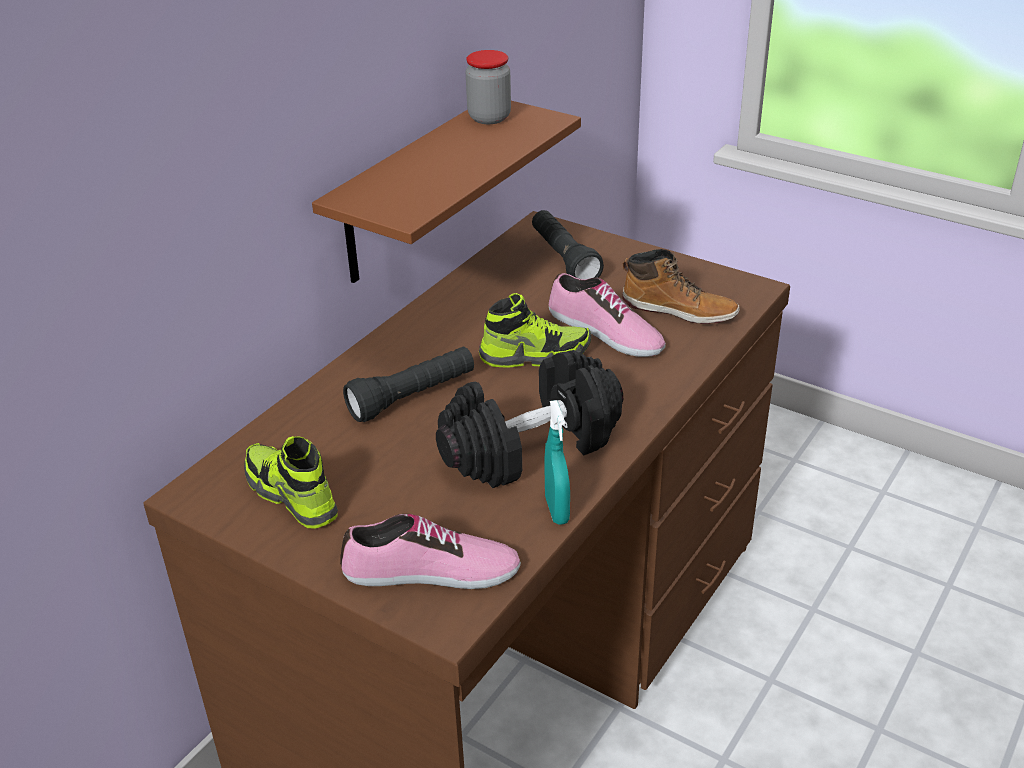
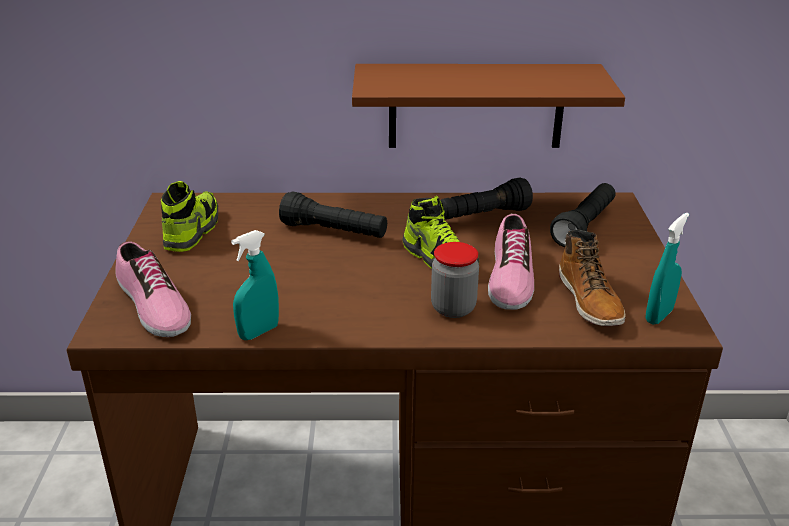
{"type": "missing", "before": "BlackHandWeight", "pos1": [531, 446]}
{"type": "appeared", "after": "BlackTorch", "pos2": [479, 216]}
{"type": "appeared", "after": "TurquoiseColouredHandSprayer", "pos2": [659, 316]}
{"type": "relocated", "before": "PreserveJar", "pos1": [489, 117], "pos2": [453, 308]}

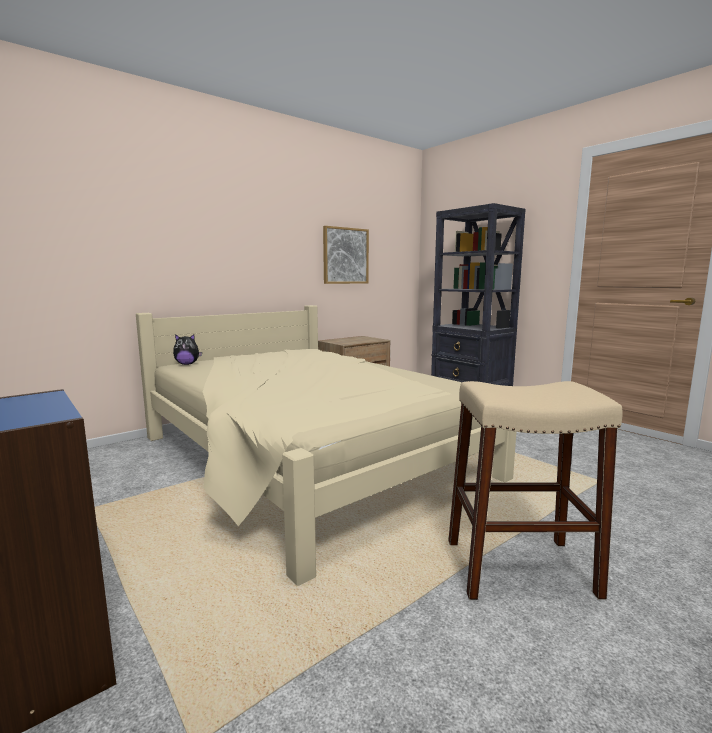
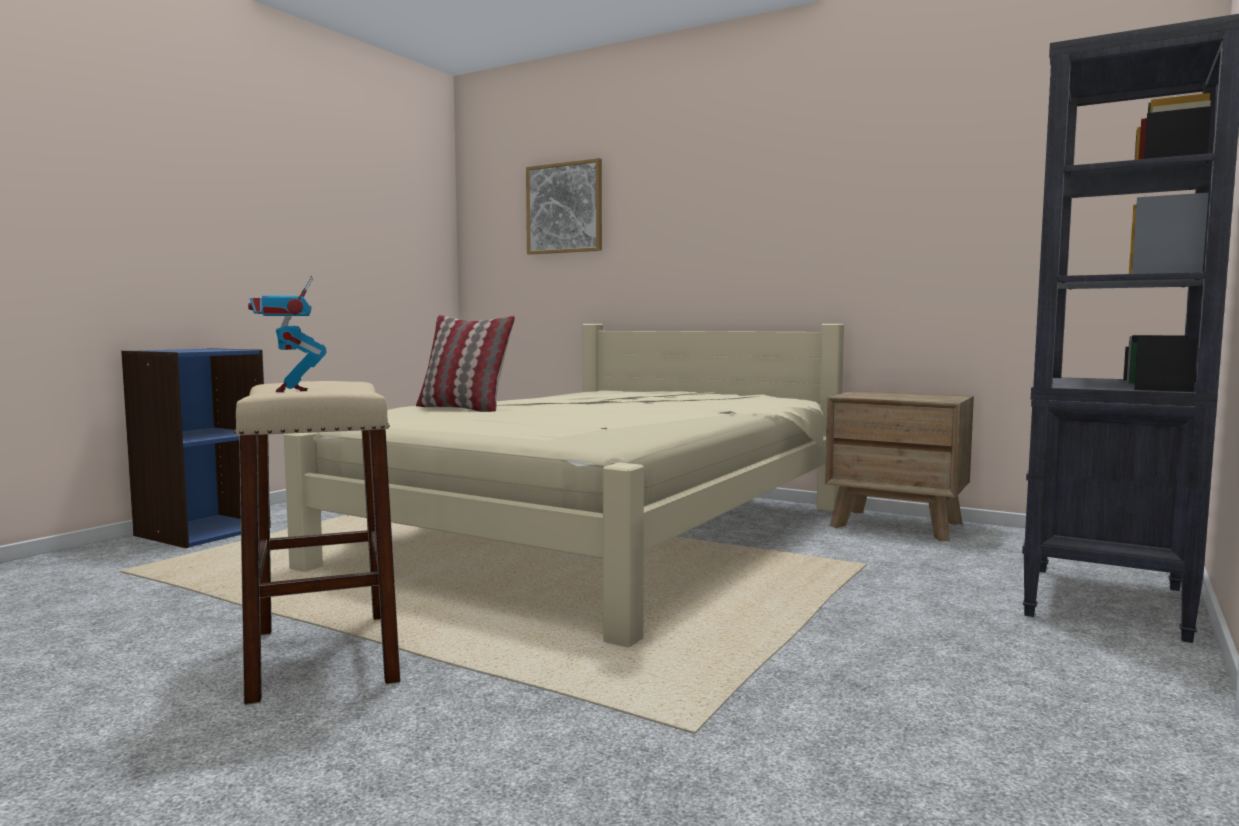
{"type": "missing", "before": "SoftToy", "pos1": [187, 364]}
{"type": "appeared", "after": "ToyRobot", "pos2": [291, 390]}
{"type": "appeared", "after": "ThrowPillow", "pos2": [463, 409]}
{"type": "relocated", "before": "Picture", "pos1": [345, 256], "pos2": [564, 208]}

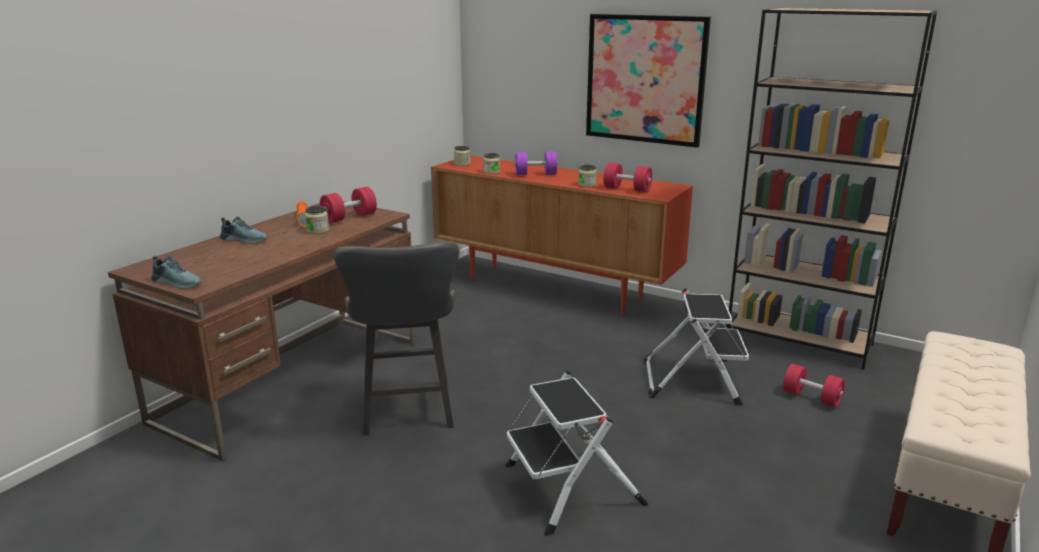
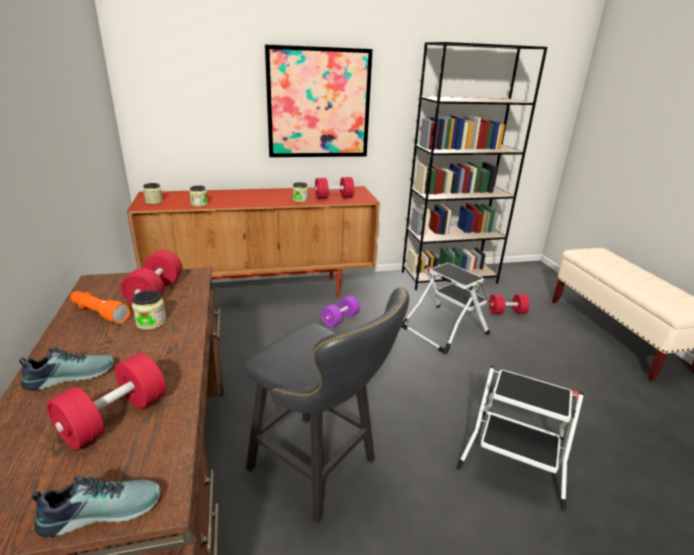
{"type": "appeared", "after": "ReddishHandWeight", "pos2": [114, 418]}
{"type": "relocated", "before": "PurpleColouredHandWeight", "pos1": [535, 174], "pos2": [340, 319]}

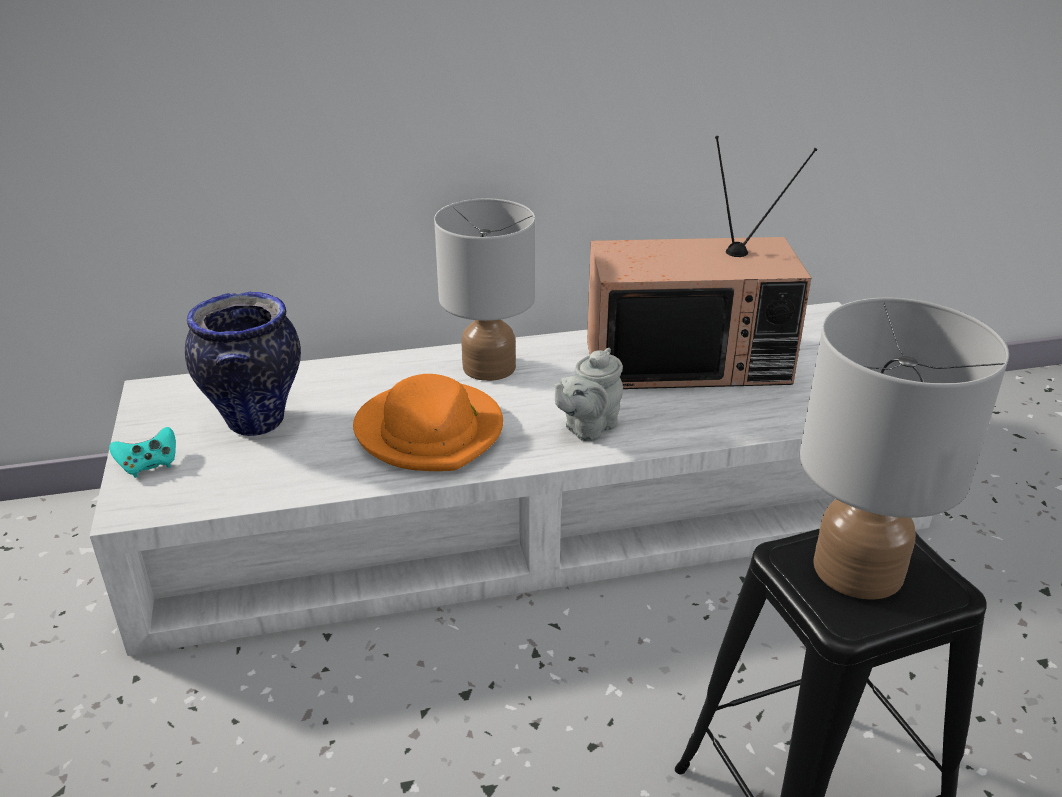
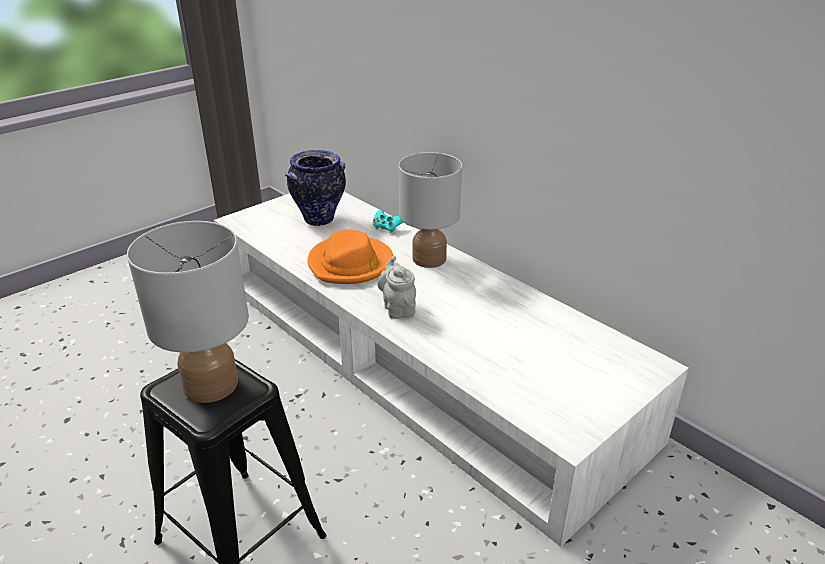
{"type": "missing", "before": "Tv", "pos1": [688, 361]}
{"type": "relocated", "before": "TurquoiseColouredGamepad", "pos1": [149, 465], "pos2": [387, 228]}
{"type": "spun", "before": "GrayPotForTea", "pos1": [587, 428], "pos2": [398, 308], "turn": 60}

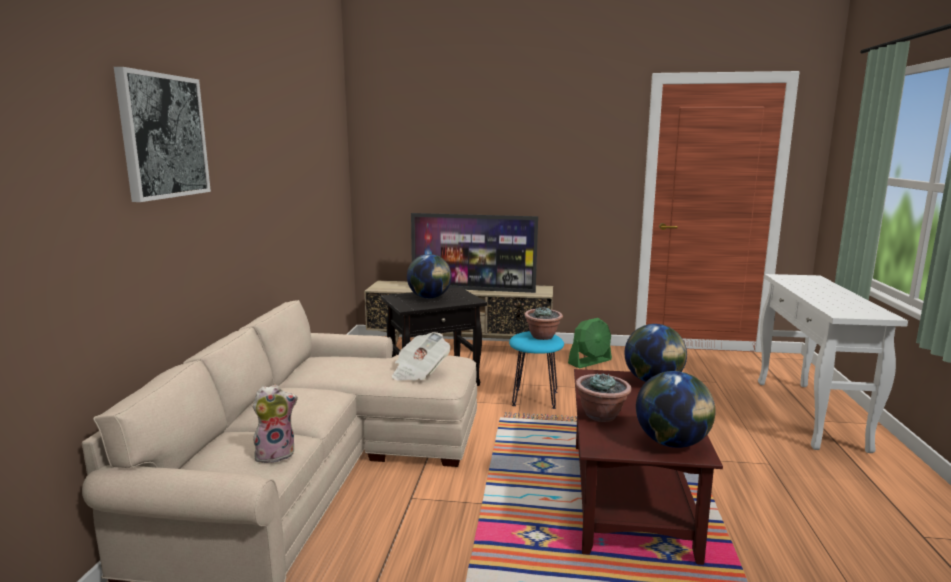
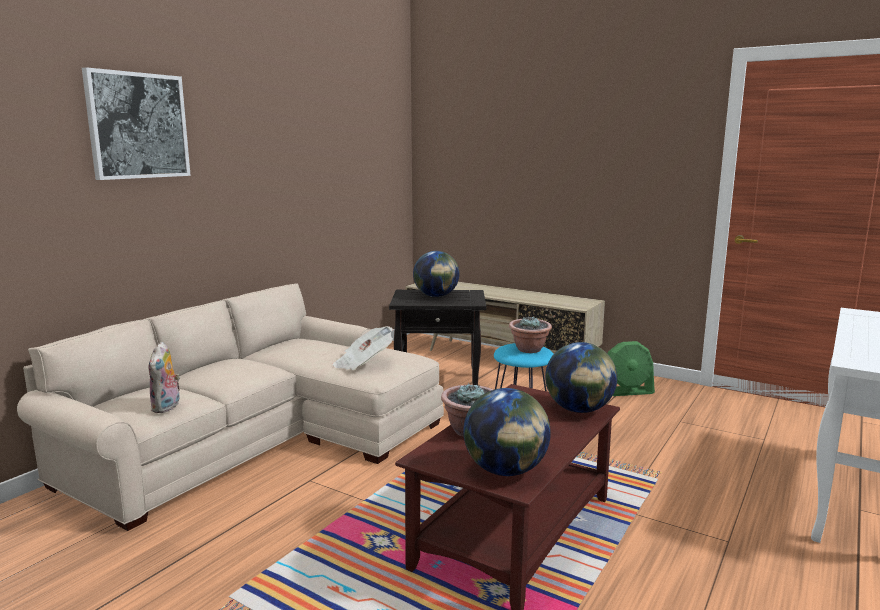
{"type": "missing", "before": "Tv", "pos1": [473, 290]}
{"type": "spun", "before": "SoftToy", "pos1": [276, 454], "pos2": [167, 407], "turn": 90}

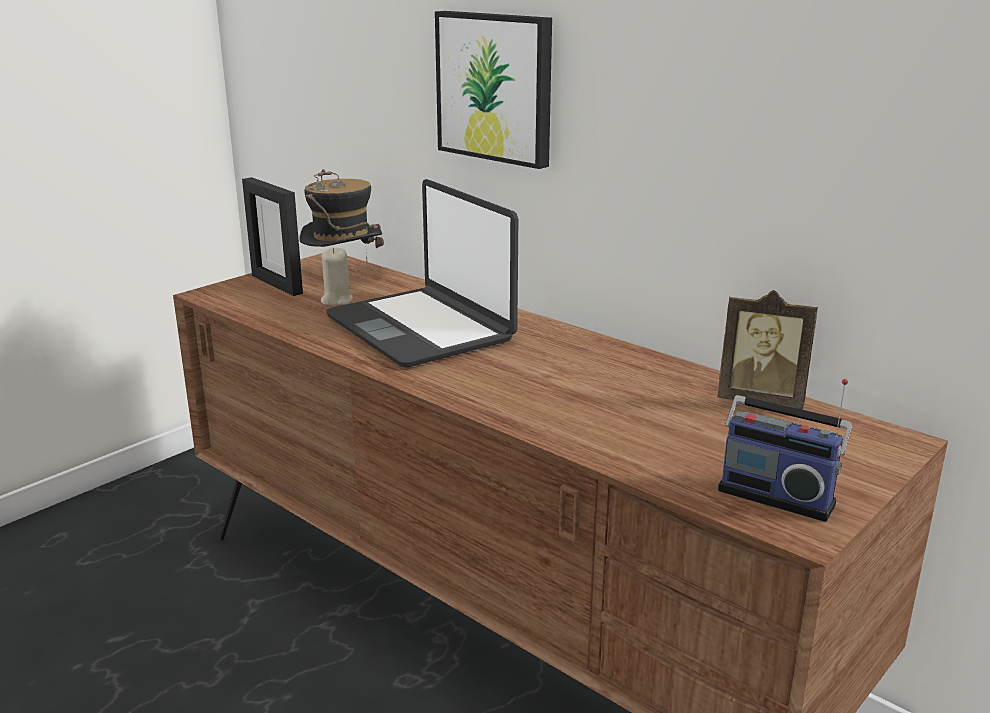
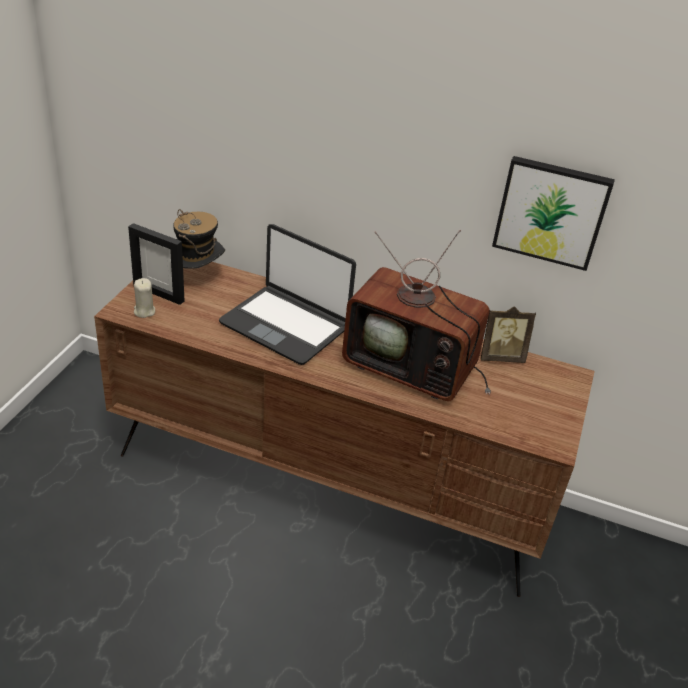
{"type": "missing", "before": "RadioSet", "pos1": [777, 495]}
{"type": "appeared", "after": "Tv", "pos2": [414, 368]}
{"type": "relocated", "before": "SandColouredWaxCandle", "pos1": [336, 301], "pos2": [144, 311]}
{"type": "relocated", "before": "Picture", "pos1": [496, 87], "pos2": [551, 212]}

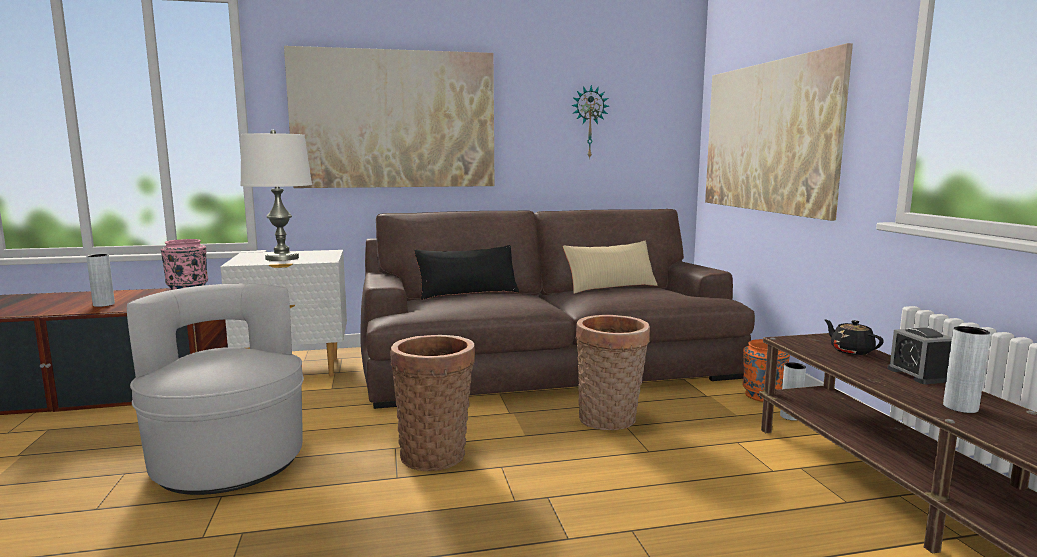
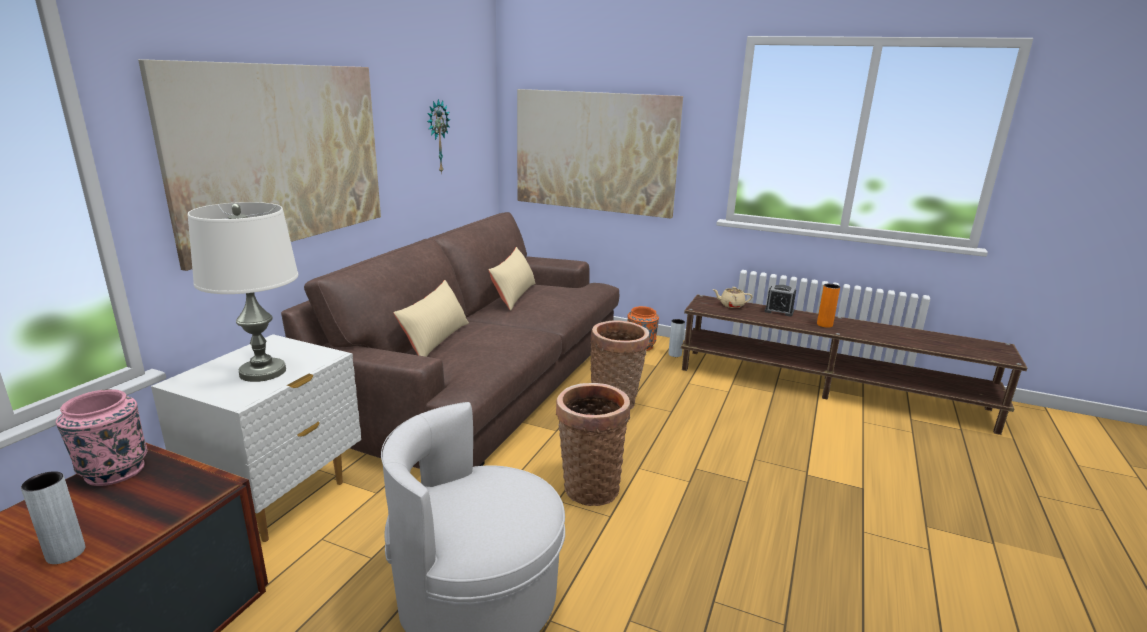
{"type": "colour", "before": "BlackThrowPillow", "after": "SandColouredThrowPillow", "pos1": [467, 293], "pos2": [435, 340]}
{"type": "colour", "before": "BlackPotForTea", "after": "SandColouredPotForTea", "pos1": [851, 350], "pos2": [731, 305]}
{"type": "colour", "before": "GrayDecorativeVase", "after": "OrangeDecorativeVase", "pos1": [960, 407], "pos2": [824, 324]}

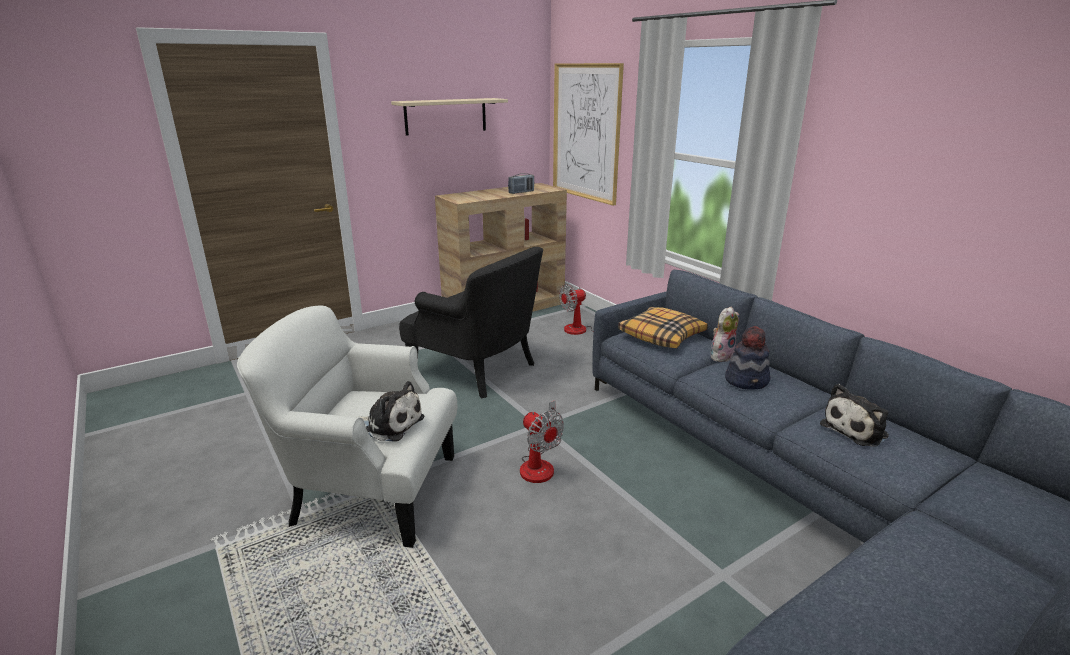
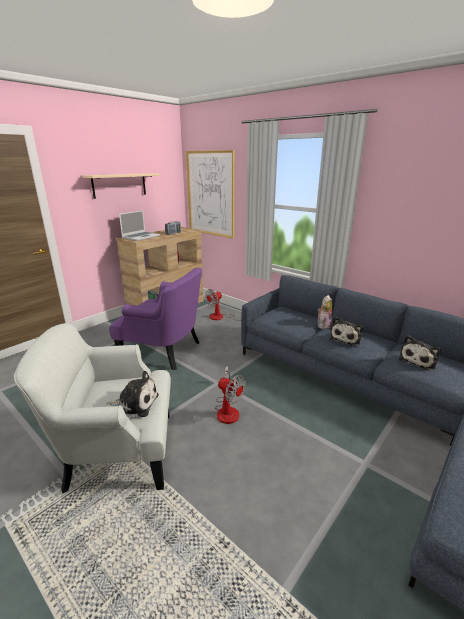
{"type": "missing", "before": "ThrowPillow", "pos1": [662, 336]}
{"type": "appeared", "after": "Laptop", "pos2": [141, 237]}
{"type": "exchanged", "before": "WearableHat", "after": "SoftToy", "pos1": [747, 380], "pos2": [346, 338]}
{"type": "colour", "before": "BlackLoungeChair", "after": "PurpleColouredLoungeChair", "pos1": [478, 369], "pos2": [164, 350]}

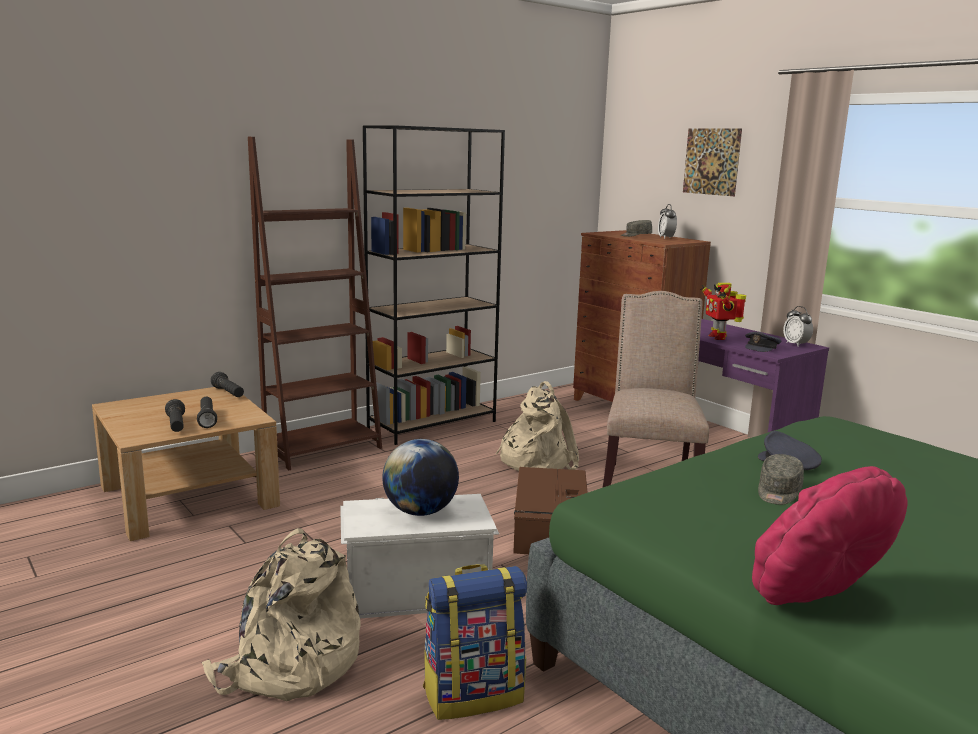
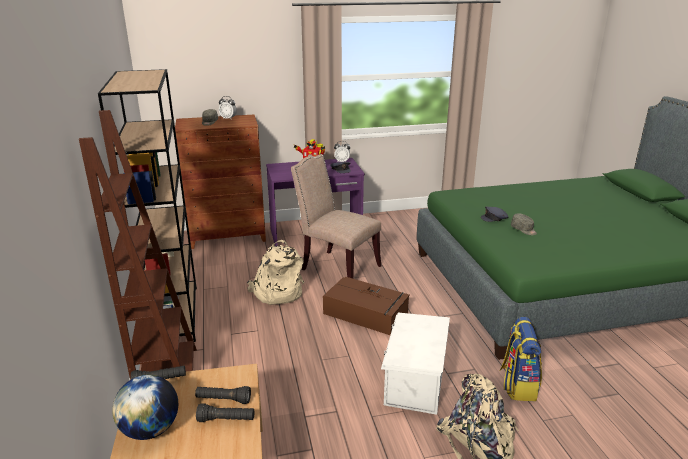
{"type": "missing", "before": "Picture", "pos1": [711, 161]}
{"type": "missing", "before": "PinkThrowPillow", "pos1": [820, 606]}
{"type": "relocated", "before": "Globe", "pos1": [420, 511], "pos2": [150, 429]}

